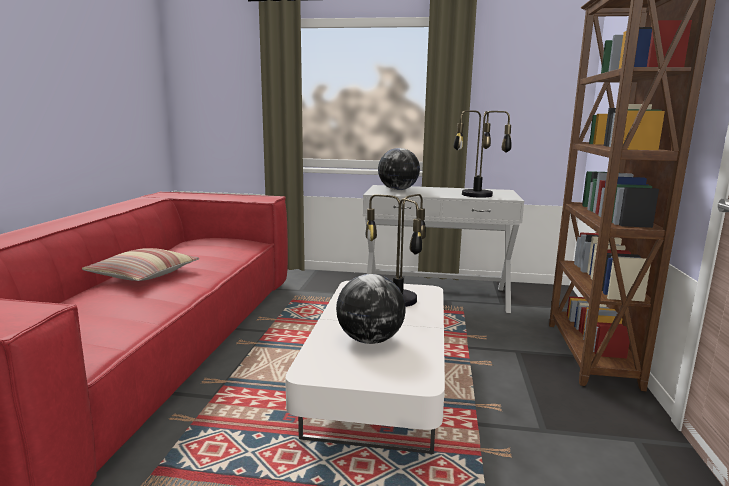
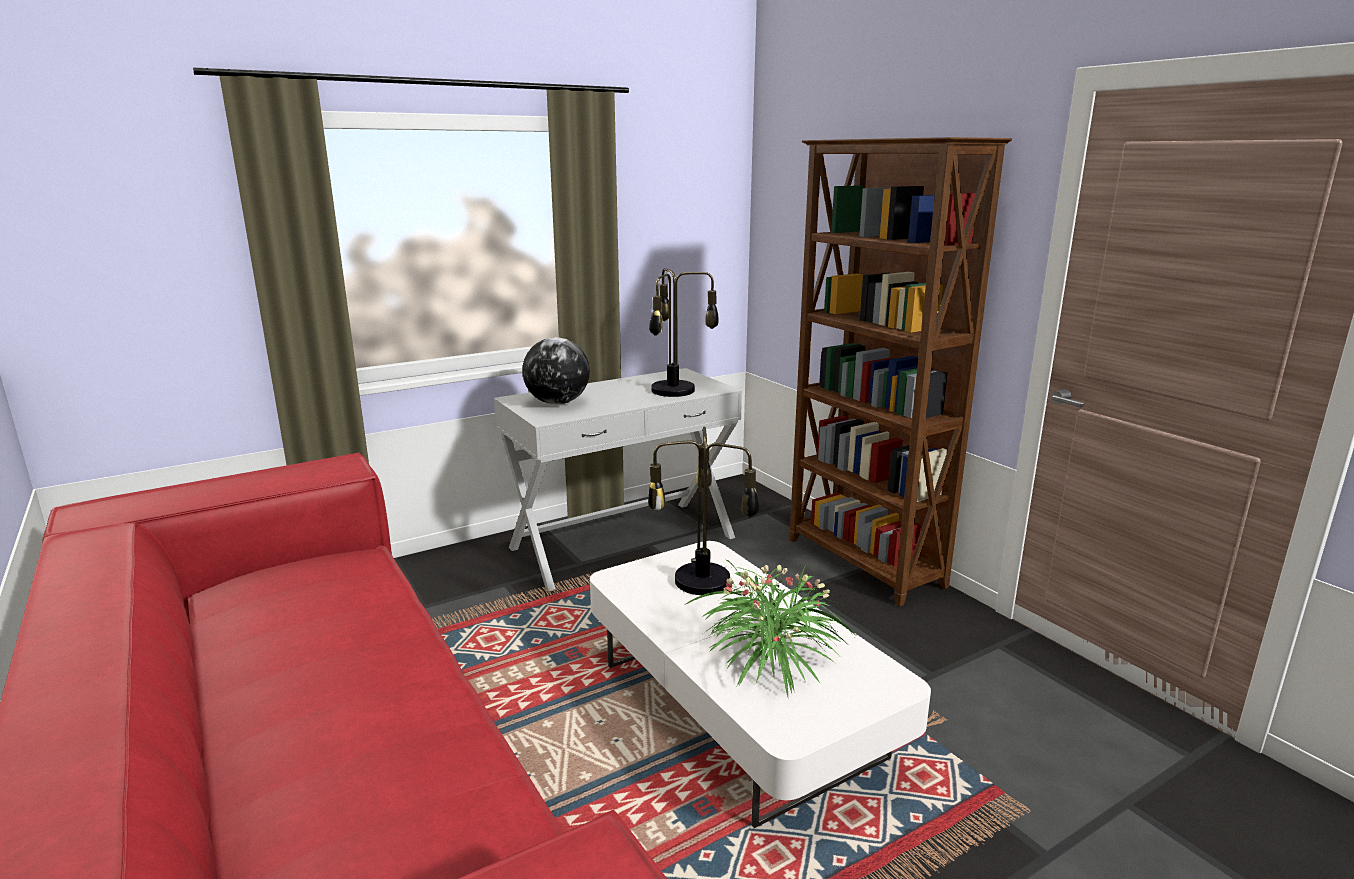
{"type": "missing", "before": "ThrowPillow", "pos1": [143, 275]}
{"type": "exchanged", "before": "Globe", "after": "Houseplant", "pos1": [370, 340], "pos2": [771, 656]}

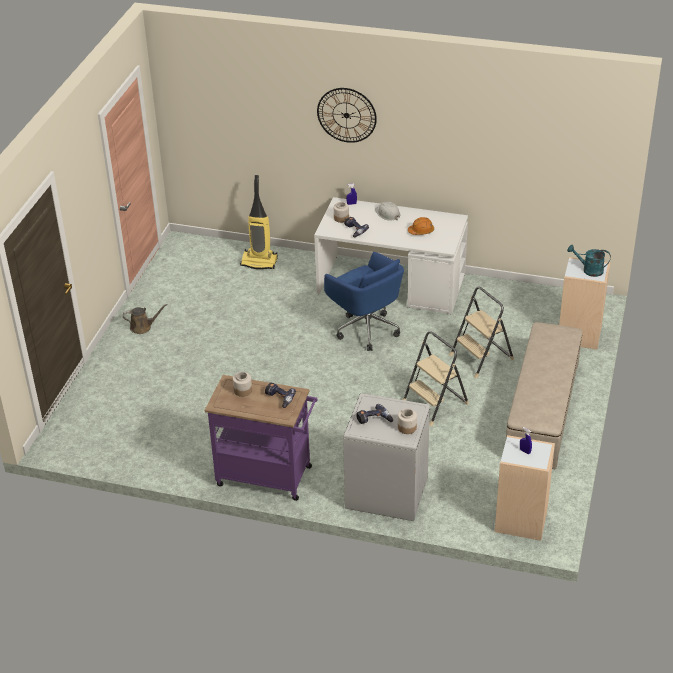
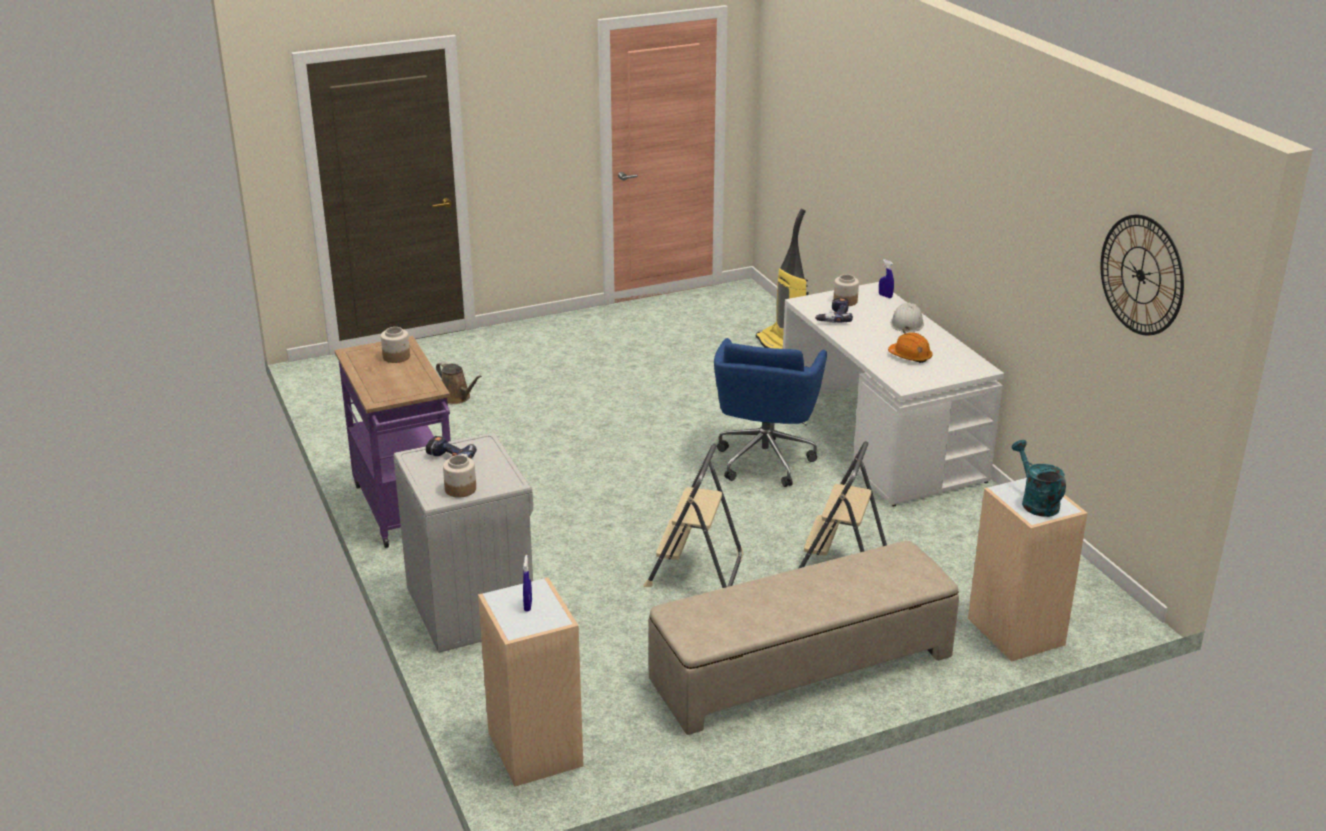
{"type": "missing", "before": "Drill", "pos1": [279, 399]}
{"type": "relocated", "before": "BrownColouredSprinklingCan", "pos1": [143, 327], "pos2": [457, 398]}
{"type": "relocated", "before": "ClockOnTheWall", "pos1": [346, 115], "pos2": [1141, 275]}

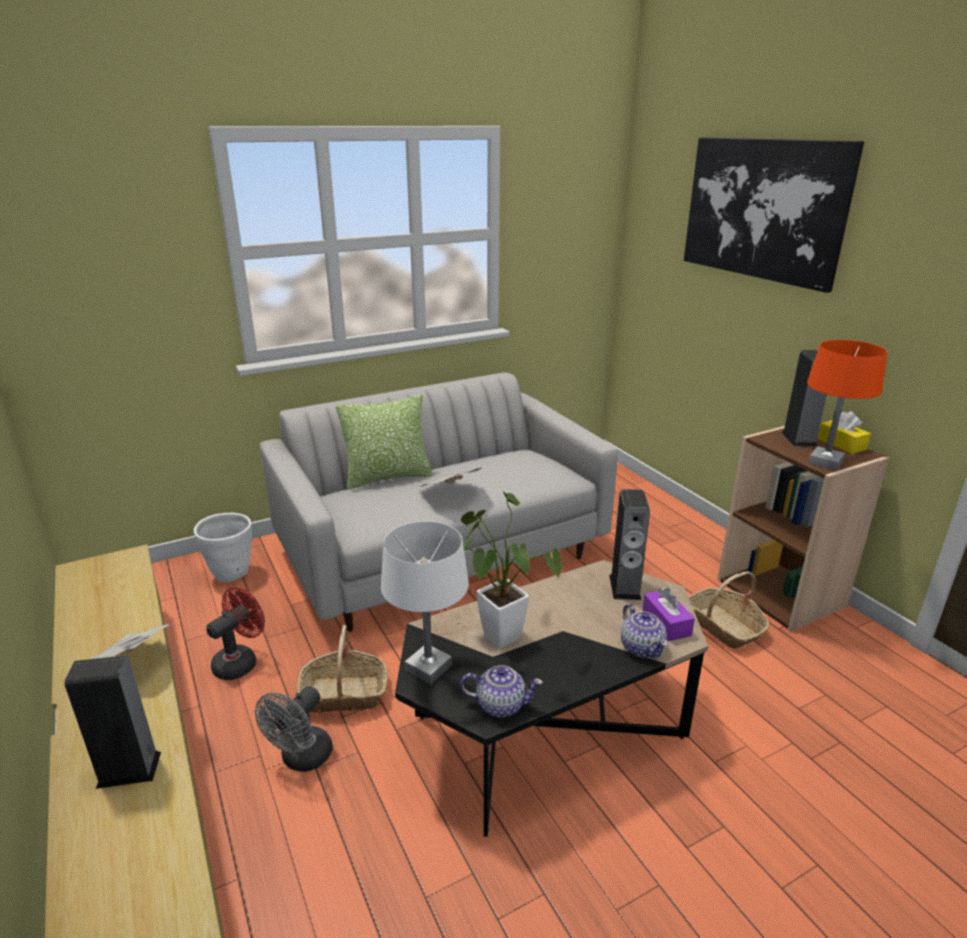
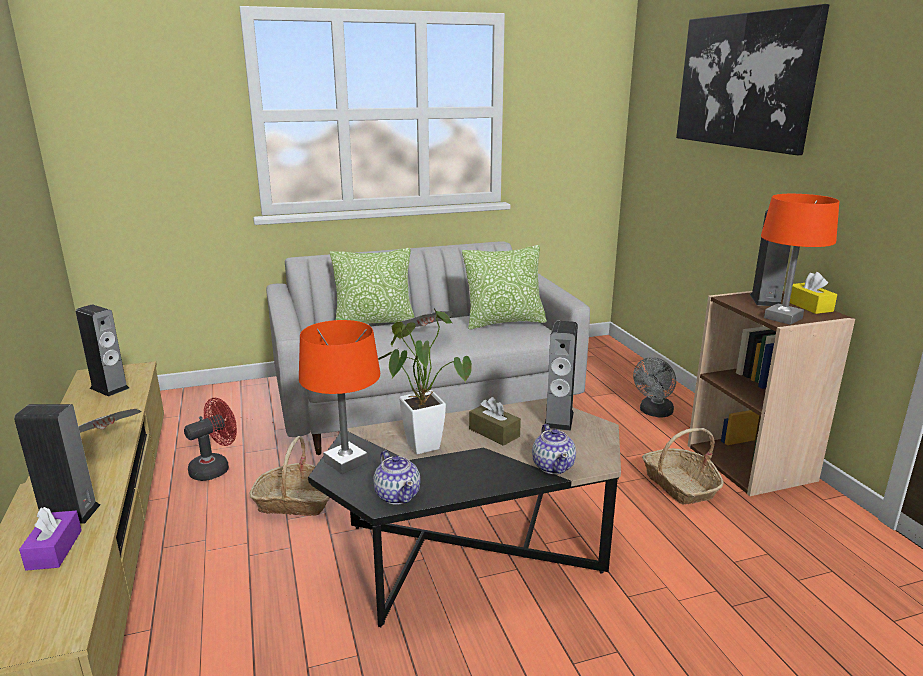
{"type": "missing", "before": "WhitePlanter", "pos1": [232, 574]}
{"type": "appeared", "after": "Speaker", "pos2": [109, 388]}
{"type": "appeared", "after": "ThrowPillow", "pos2": [504, 322]}
{"type": "appeared", "after": "BrownColouredTissueHolder", "pos2": [494, 433]}
{"type": "relocated", "before": "GrayElectricFan", "pos1": [301, 759], "pos2": [654, 413]}
{"type": "relocated", "before": "PurpleColouredTissueHolder", "pos1": [666, 623], "pos2": [54, 550]}
{"type": "colour", "before": "WhiteTableLamp", "after": "OrangeTableLamp", "pos1": [428, 668], "pos2": [345, 462]}
{"type": "spun", "before": "PotForTea", "pos1": [500, 705], "pos2": [397, 495], "turn": 45}

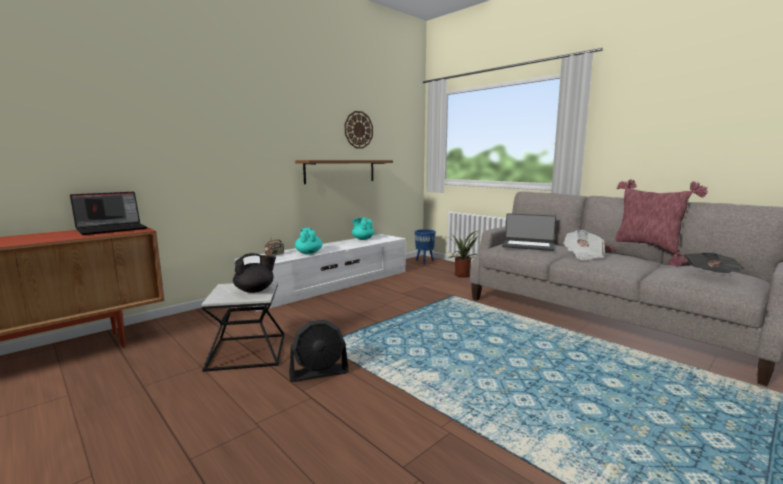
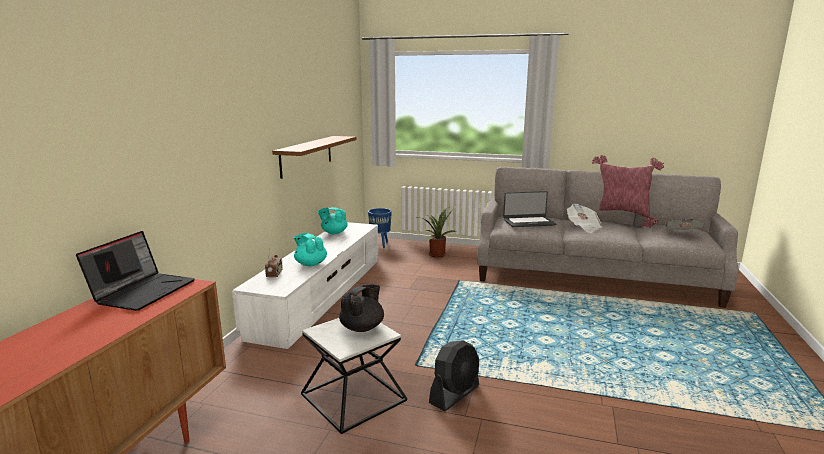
{"type": "missing", "before": "ClockOnTheWall", "pos1": [358, 130]}

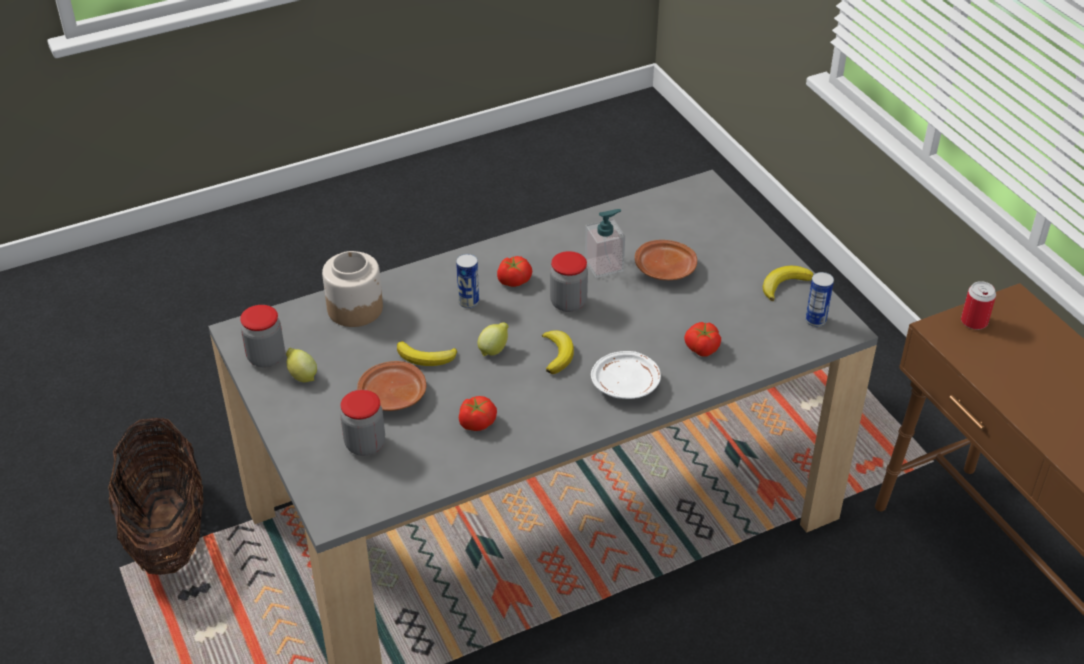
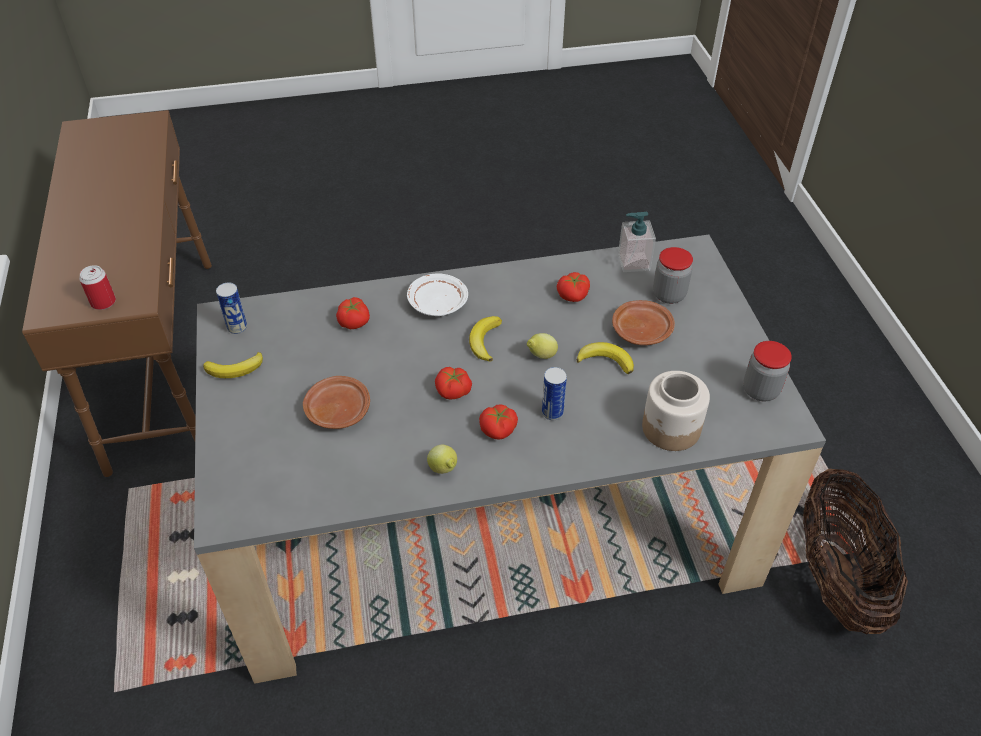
{"type": "relocated", "before": "CitrusFruit", "pos1": [302, 376], "pos2": [444, 469]}
{"type": "relocated", "before": "SoapDispenser", "pos1": [604, 265], "pos2": [633, 262]}
{"type": "exchanged", "before": "PreserveJar", "after": "WholeTomato", "pos1": [568, 303], "pos2": [453, 391]}

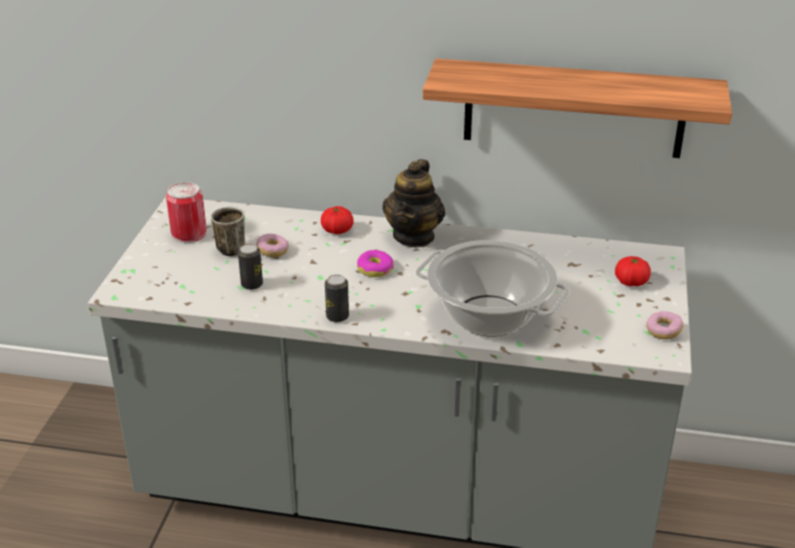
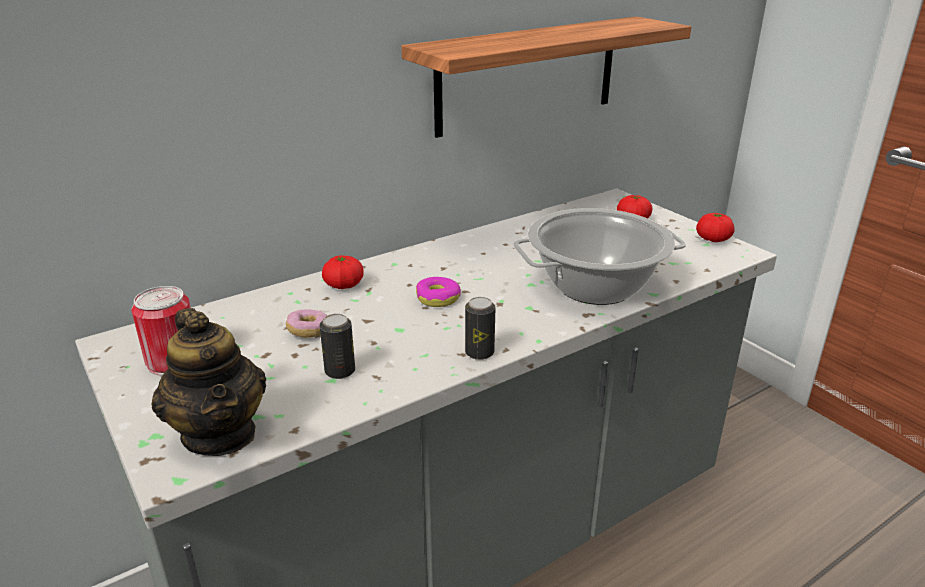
{"type": "missing", "before": "TeaMug", "pos1": [232, 247]}
{"type": "relocated", "before": "PotForTea", "pos1": [414, 236], "pos2": [220, 434]}
{"type": "exchanged", "before": "RingDoughnut", "after": "WholeTomato", "pos1": [663, 331], "pos2": [713, 239]}

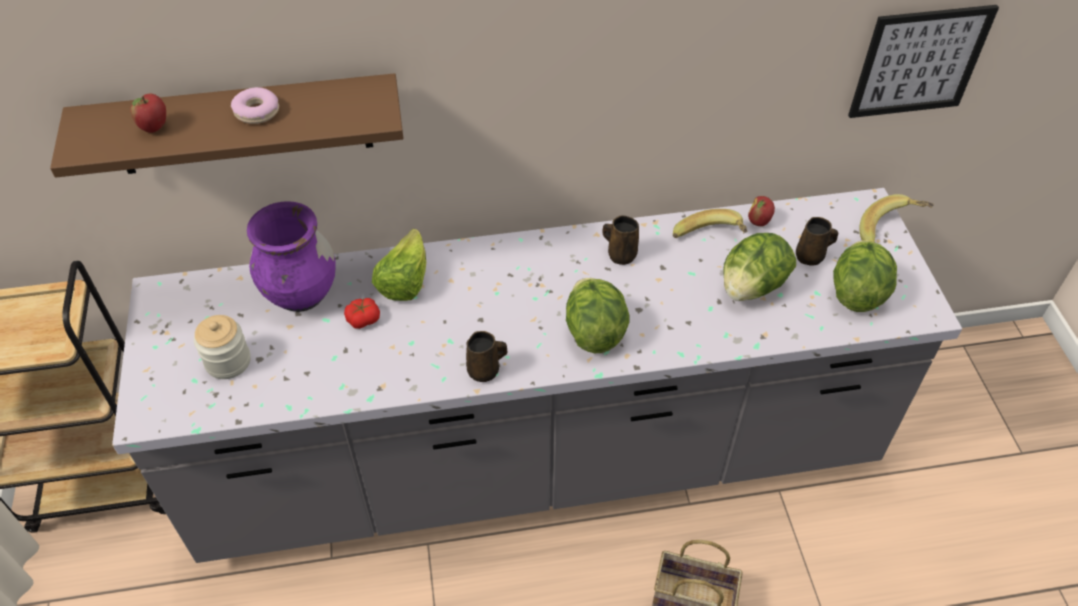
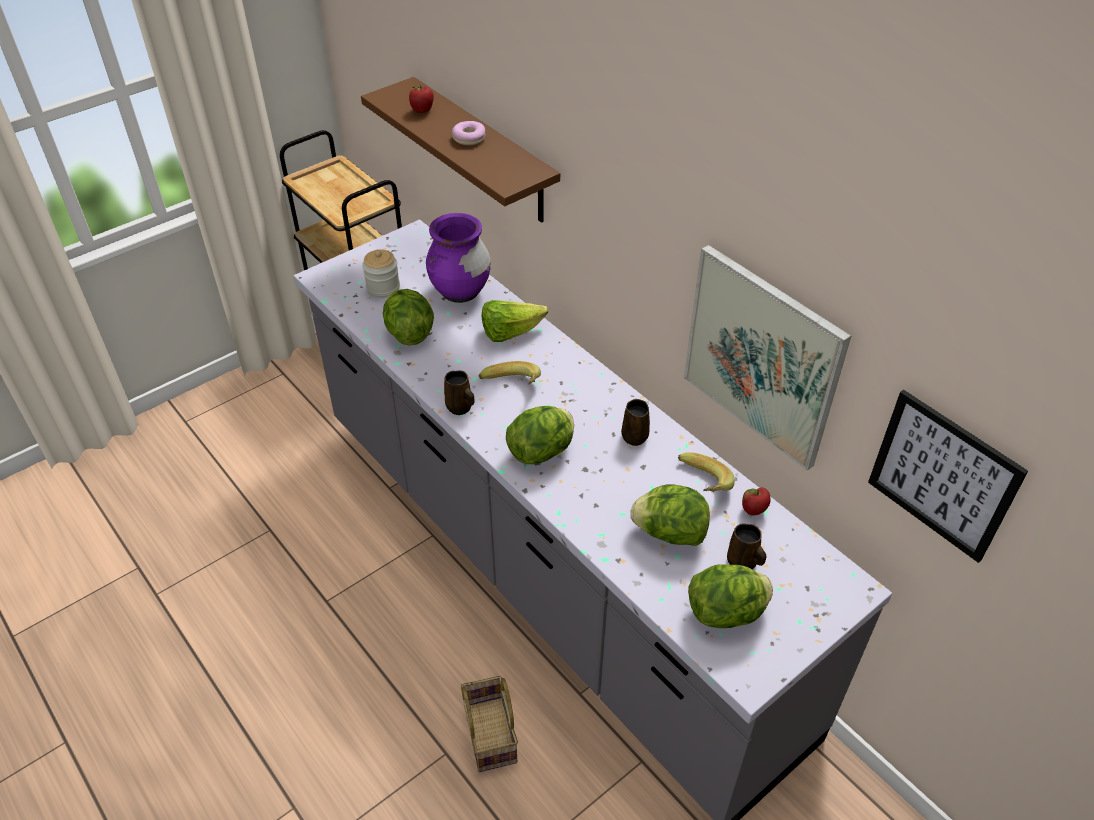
{"type": "missing", "before": "WholeTomato", "pos1": [363, 319]}
{"type": "appeared", "after": "HeadOfLettuce", "pos2": [408, 333]}
{"type": "appeared", "after": "Picture", "pos2": [761, 356]}
{"type": "relocated", "before": "Banana", "pos1": [890, 232], "pos2": [511, 388]}

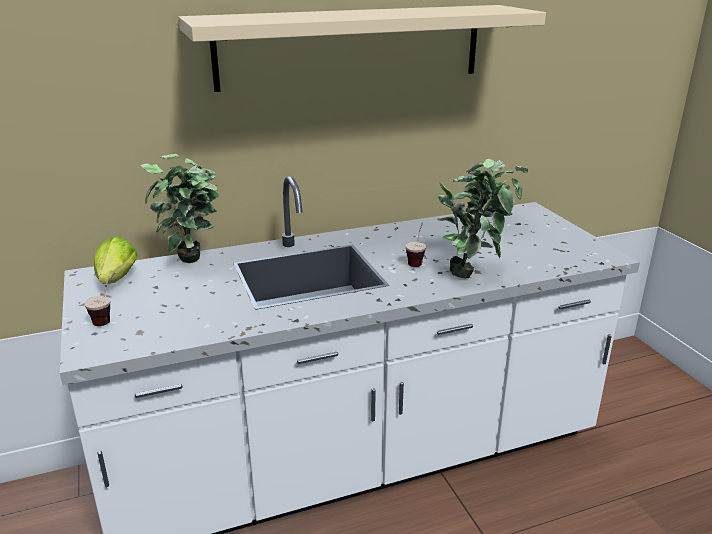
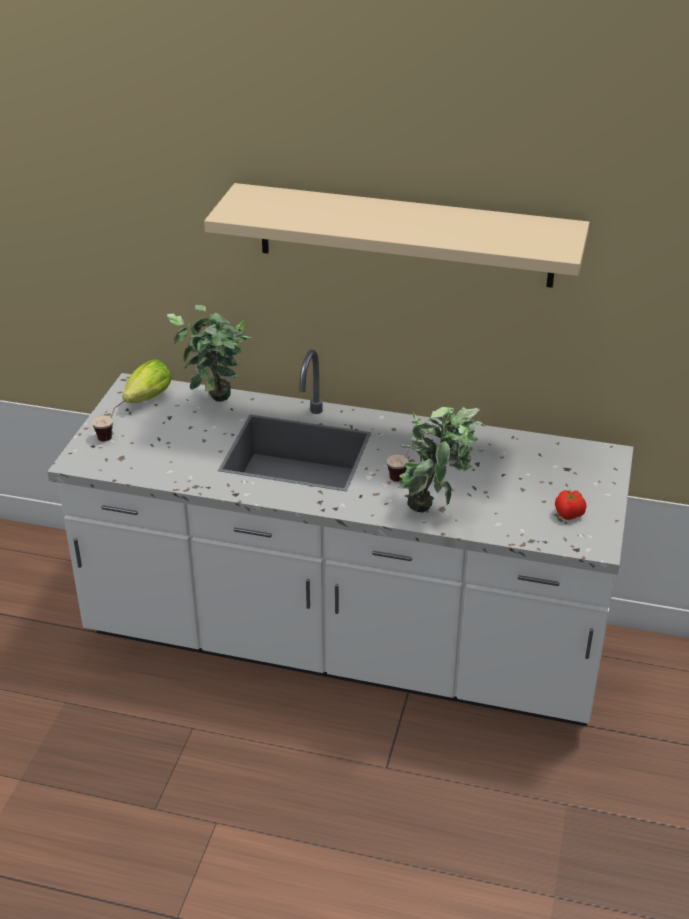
{"type": "appeared", "after": "WholeTomato", "pos2": [569, 514]}

